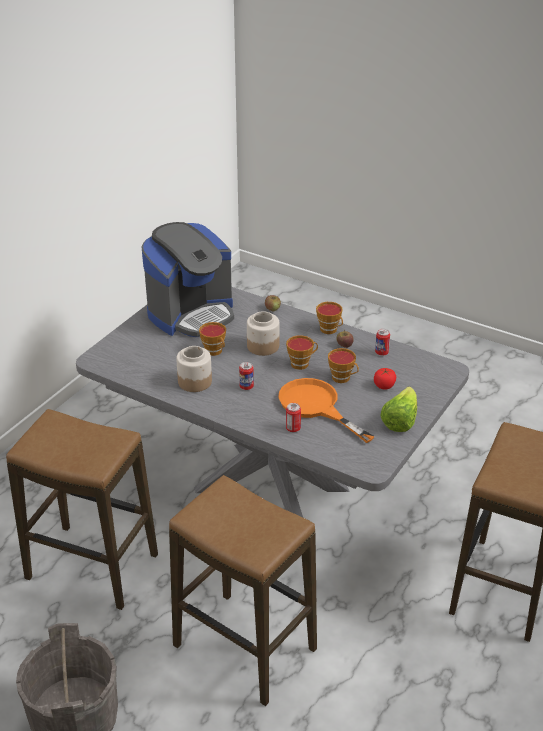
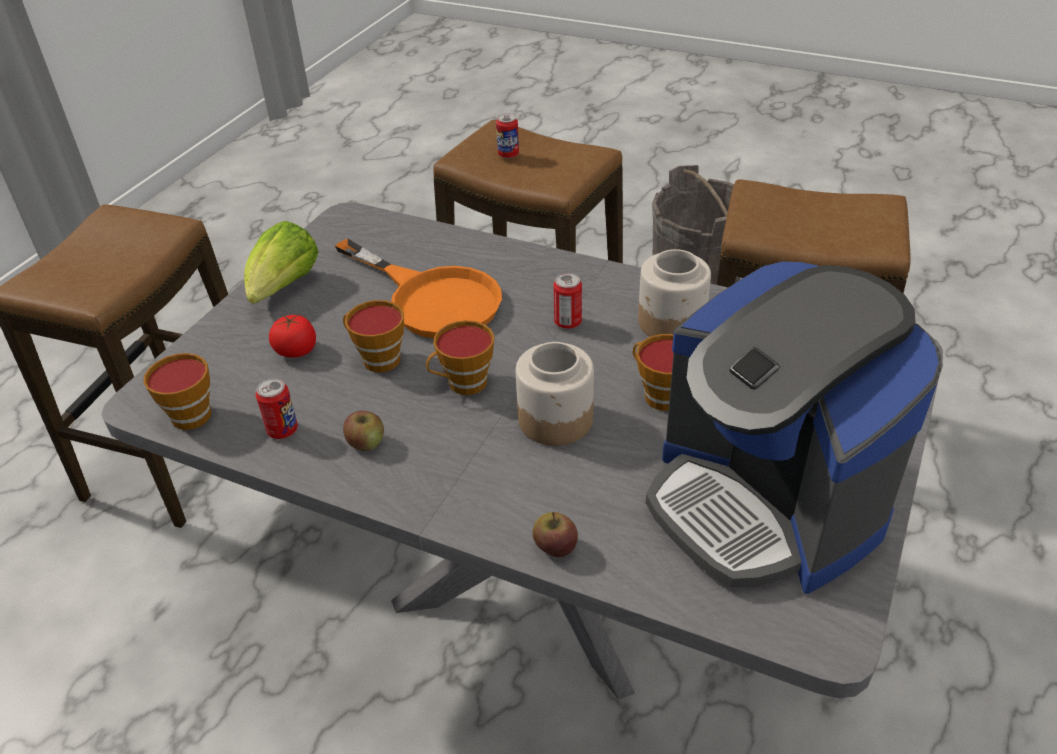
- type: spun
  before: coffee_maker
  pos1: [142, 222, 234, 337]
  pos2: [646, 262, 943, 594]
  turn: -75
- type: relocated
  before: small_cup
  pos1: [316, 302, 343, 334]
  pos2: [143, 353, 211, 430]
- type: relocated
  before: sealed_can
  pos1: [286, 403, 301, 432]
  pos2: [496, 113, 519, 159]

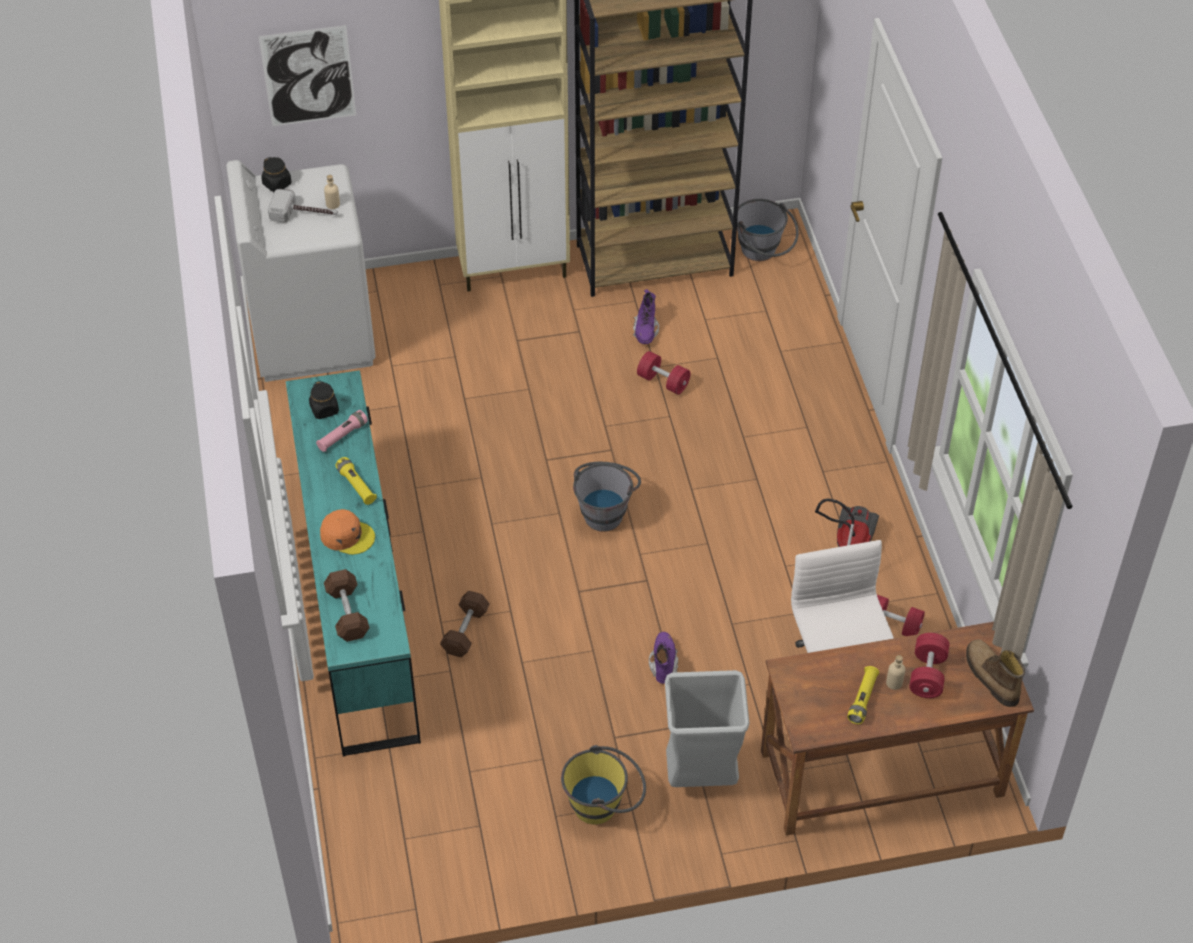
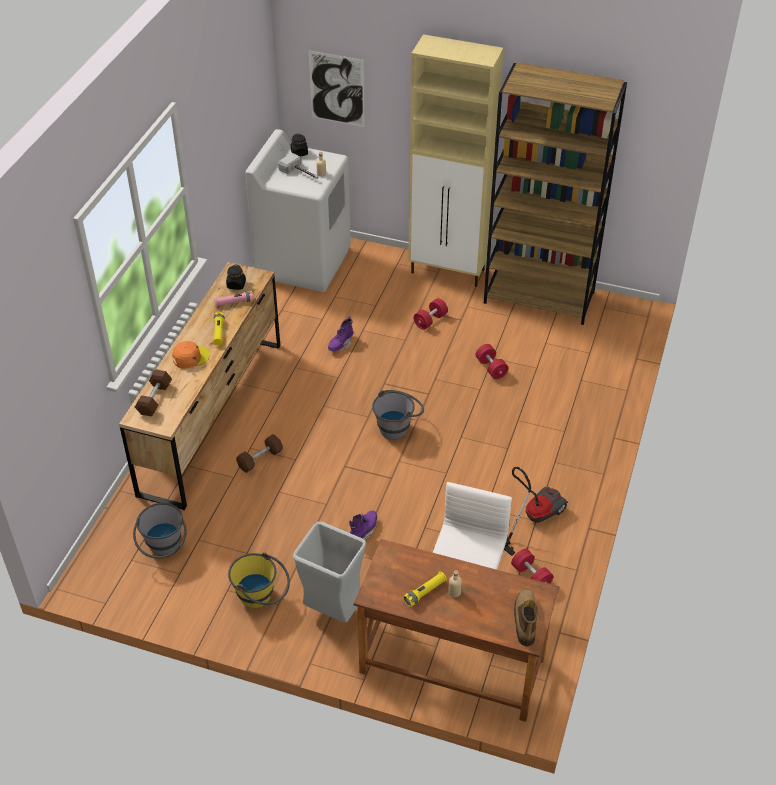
- type: relocated
  before: greyish_pail
  pos1: [737, 199, 799, 261]
  pos2: [133, 503, 187, 559]
- type: relocated
  before: purple-coloured_tall_boot
  pos1: [633, 289, 659, 344]
  pos2: [328, 316, 353, 351]
- type: colour
  before: turquoise_chest_of_drawers
  after: brown-coloured_chest_of_drawers
  pos1: [286, 370, 421, 756]
  pos2: [119, 262, 280, 510]
- type: spun
  before: orangey_baseball_cap
  pos1: [320, 509, 375, 555]
  pos2: [172, 341, 210, 369]
  turn: -75
- type: relocated
  before: reddish_dumbbell
  pos1: [909, 633, 949, 698]
  pos2: [413, 298, 448, 330]

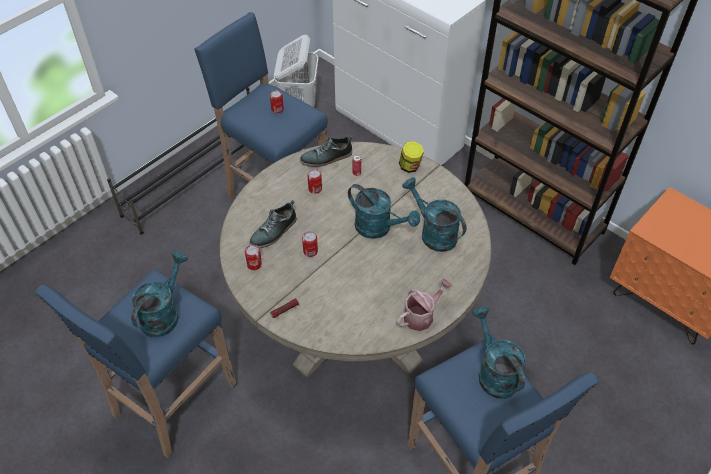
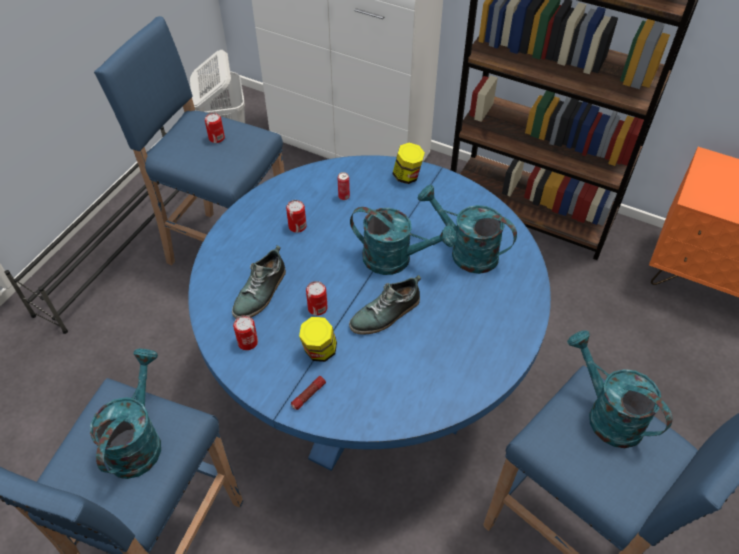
- type: relocated
  before: item_of_footwear
  pos1: [300, 135, 353, 167]
  pos2: [349, 275, 421, 335]
- type: colour
  before: beige_dining_table
  after: bluish_dining_table
  pos1: [220, 142, 491, 379]
  pos2: [188, 155, 551, 471]
- type: missing
  before: sprinkling_can
  pos1: [397, 278, 452, 331]
- type: appeared
  after: preserve_jar
  pos2: [299, 317, 337, 362]

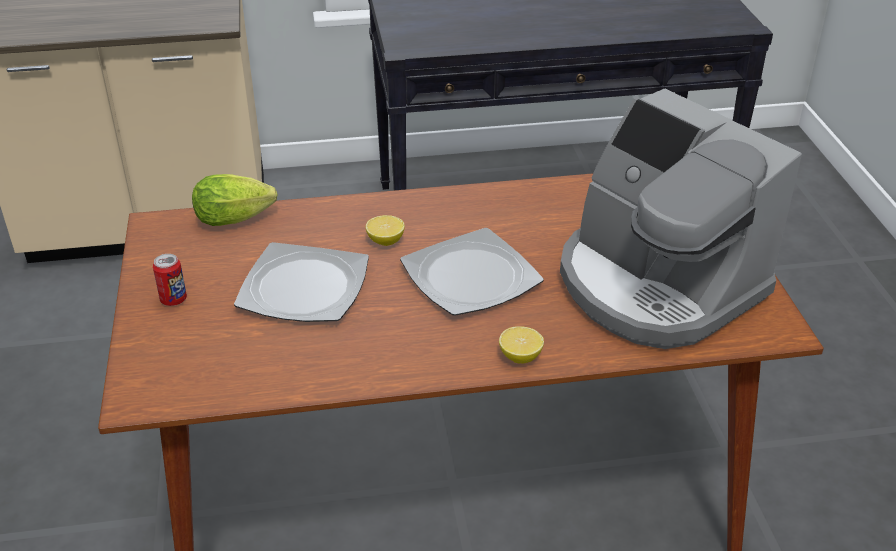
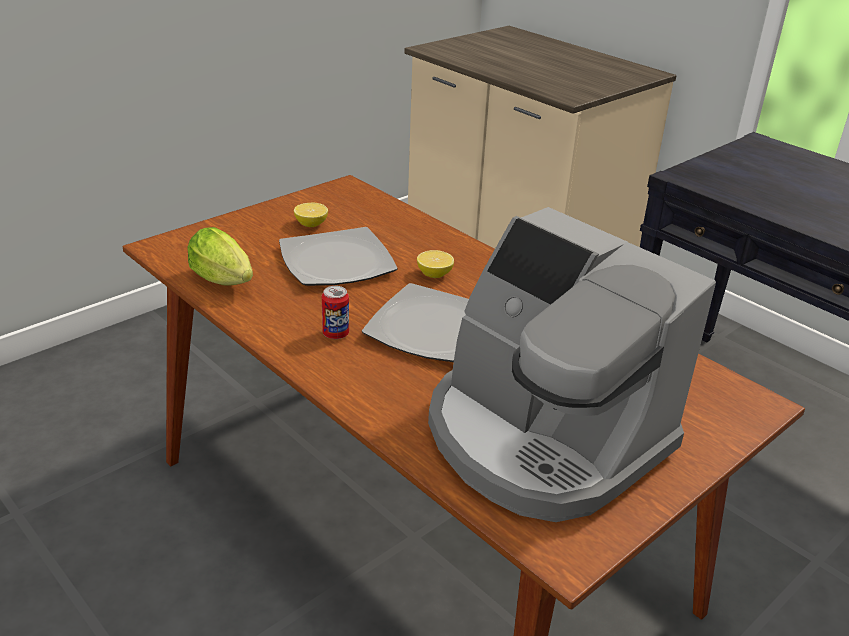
- type: spun
  before: coffee_maker
  pos1: [560, 89, 802, 349]
  pos2: [428, 207, 716, 522]
  turn: -60
- type: relocated
  before: lettuce_head
  pos1: [192, 174, 278, 226]
  pos2: [187, 227, 253, 286]
- type: relocated
  before: sealed_can
  pos1: [153, 254, 187, 306]
  pos2: [322, 286, 349, 339]
- type: relocated
  before: whole_lemon
  pos1: [499, 326, 544, 363]
  pos2: [294, 203, 328, 227]

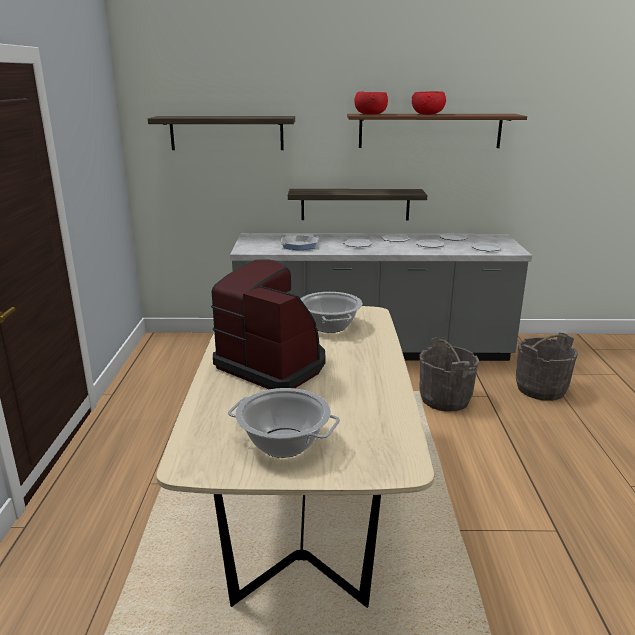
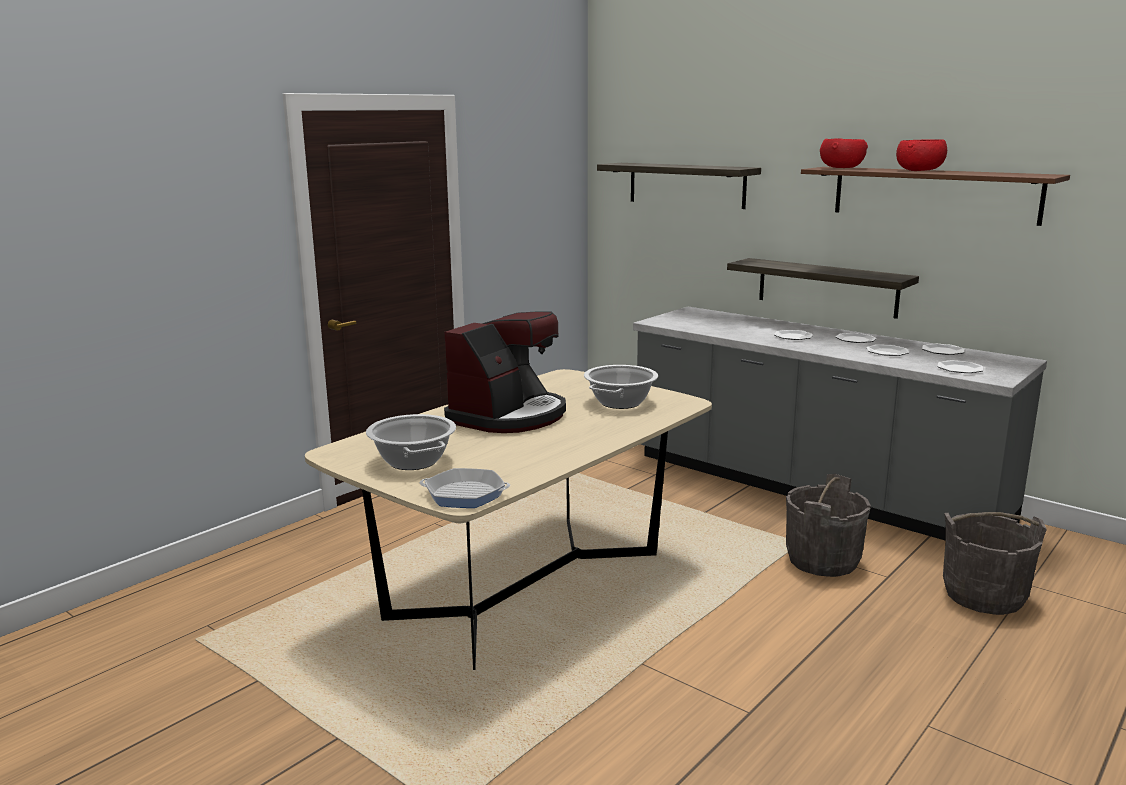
- type: relocated
  before: skillet
  pos1: [279, 235, 319, 251]
  pos2: [420, 468, 510, 508]
- type: spun
  before: coffee_maker
  pos1: [211, 259, 325, 389]
  pos2: [444, 312, 566, 433]
  turn: 45

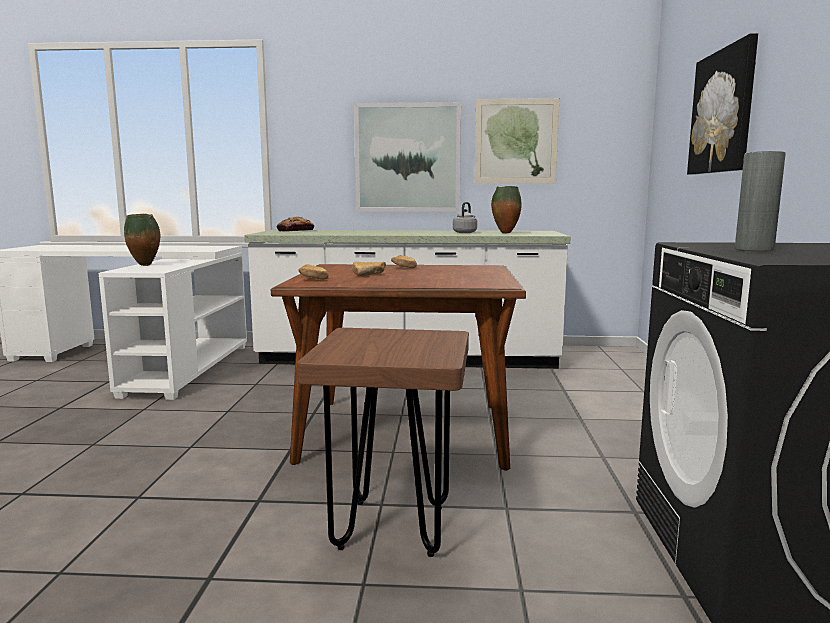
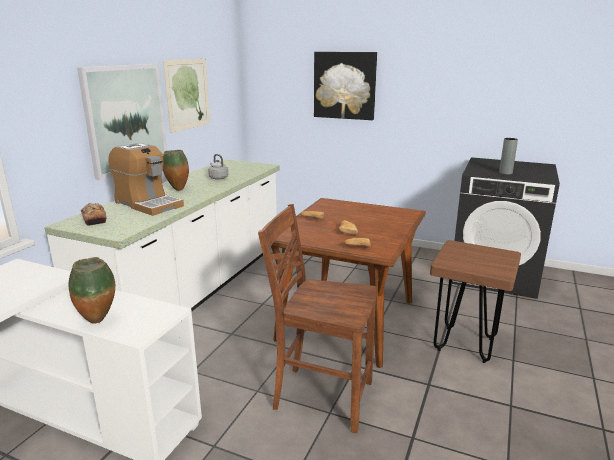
- type: relocated
  before: vase
  pos1: [491, 186, 521, 234]
  pos2: [163, 150, 189, 191]
- type: appeared
  after: coffee_maker
  pos2: [108, 143, 184, 216]
- type: appeared
  after: brown-coloured_upright_chair
  pos2: [258, 204, 377, 433]

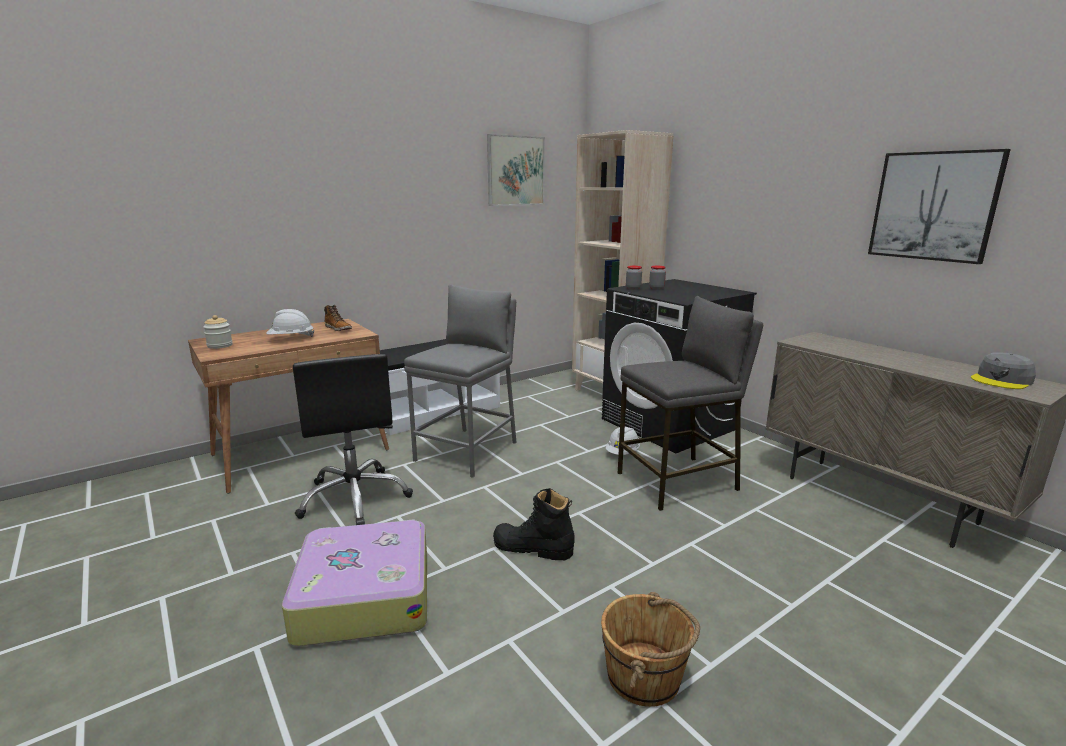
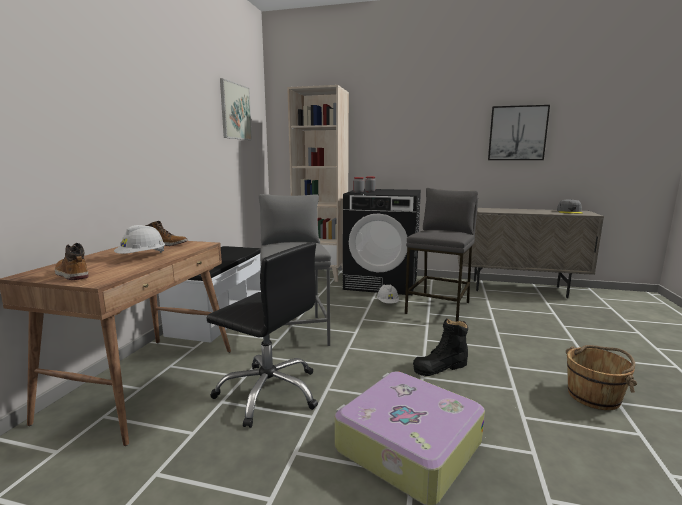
- type: exchanged
  before: preserve_jar
  after: tall_boot
  pos1: [203, 315, 233, 349]
  pos2: [55, 243, 89, 280]

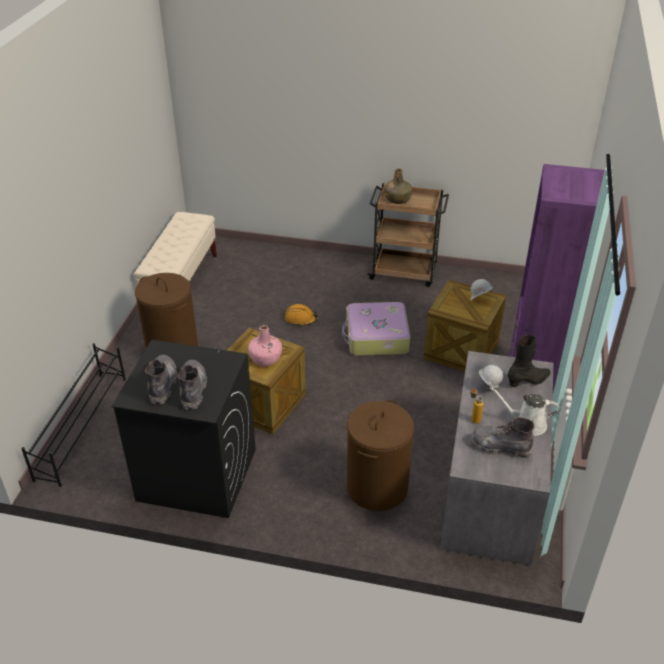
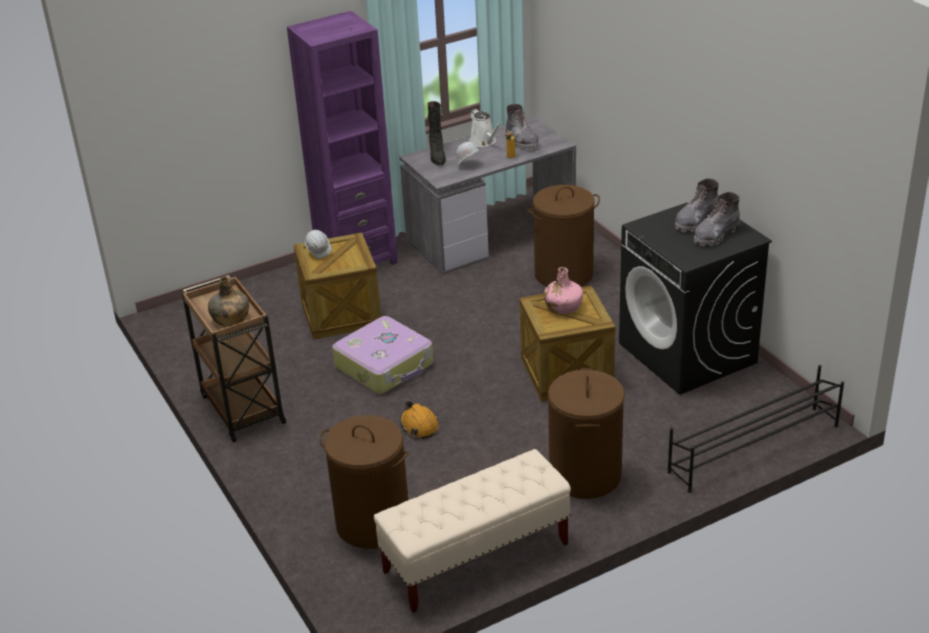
- type: spun
  before: black_tall_boot
  pos1: [508, 335, 550, 387]
  pos2: [428, 101, 446, 166]
  turn: -120
- type: appeared
  after: brown-coloured_laundry_basket
  pos2: [319, 415, 408, 549]

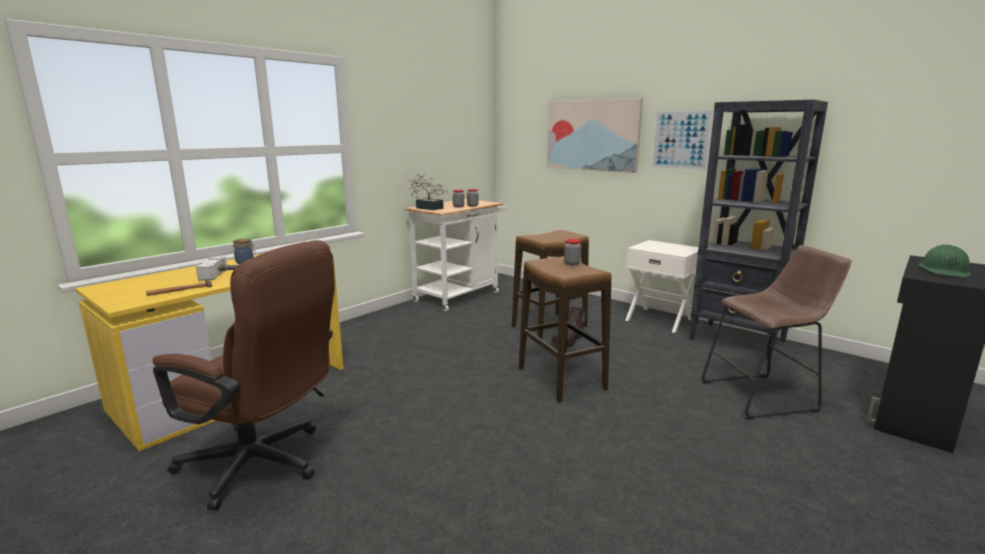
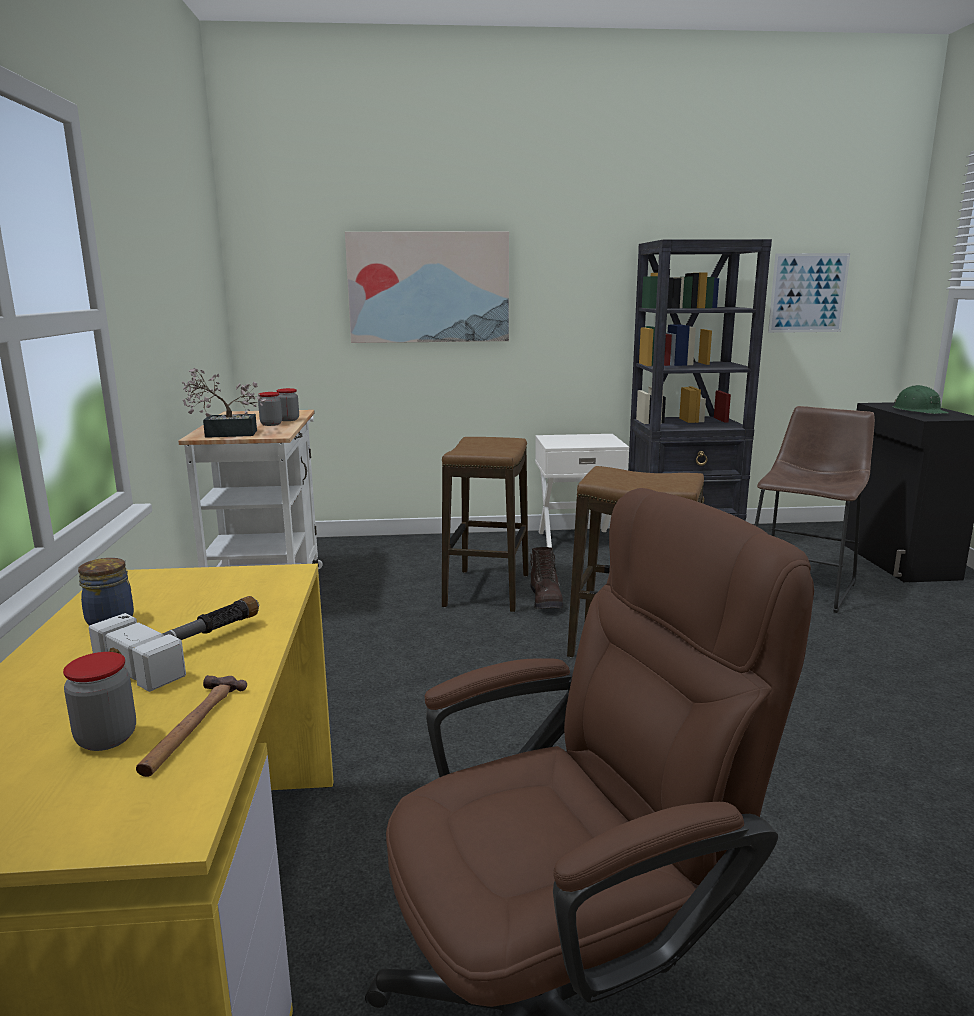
- type: relocated
  before: picture
  pos1: [651, 110, 714, 170]
  pos2: [768, 253, 850, 333]
- type: relocated
  before: preserve_jar
  pos1: [564, 239, 581, 266]
  pos2: [63, 652, 136, 751]

